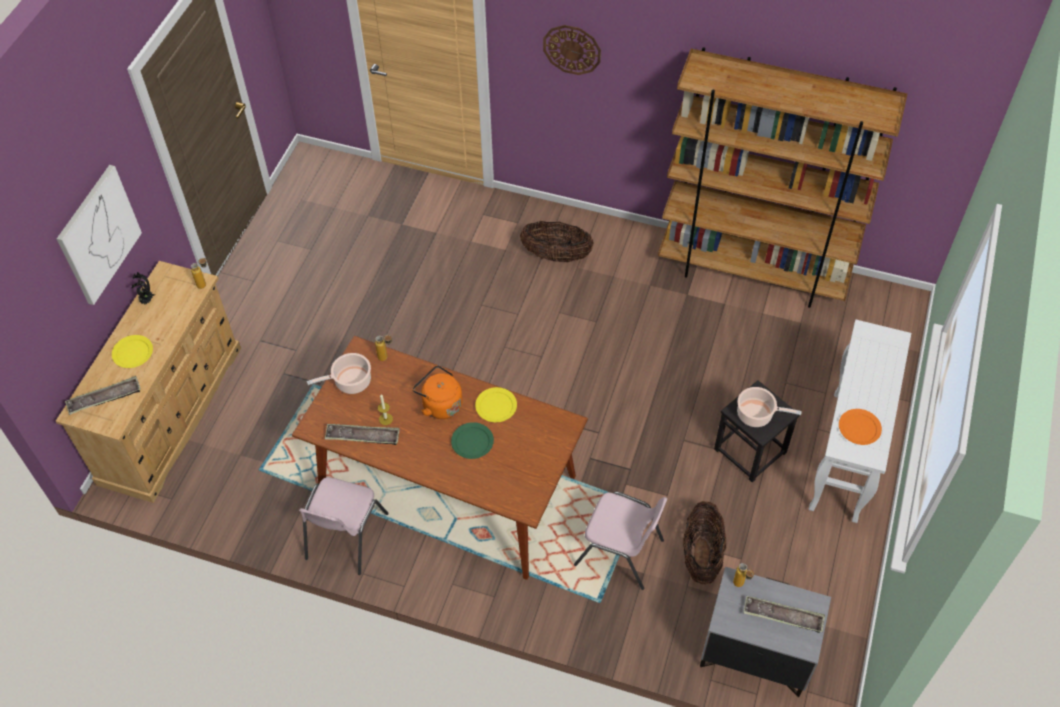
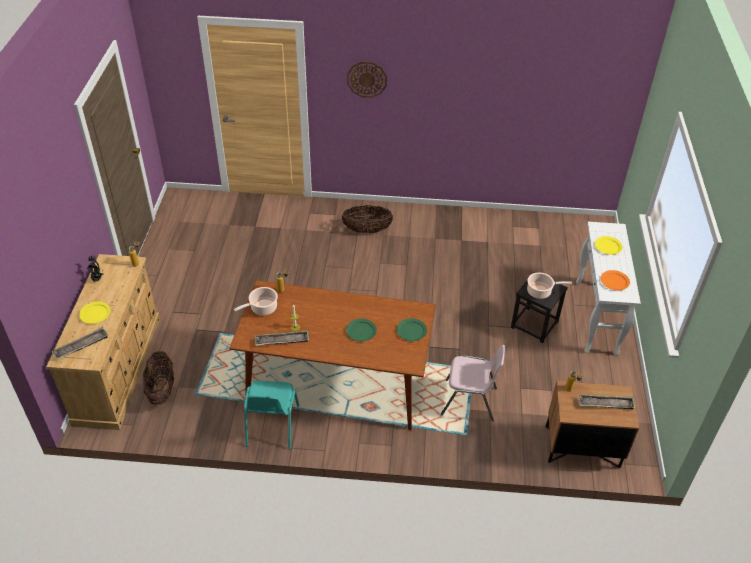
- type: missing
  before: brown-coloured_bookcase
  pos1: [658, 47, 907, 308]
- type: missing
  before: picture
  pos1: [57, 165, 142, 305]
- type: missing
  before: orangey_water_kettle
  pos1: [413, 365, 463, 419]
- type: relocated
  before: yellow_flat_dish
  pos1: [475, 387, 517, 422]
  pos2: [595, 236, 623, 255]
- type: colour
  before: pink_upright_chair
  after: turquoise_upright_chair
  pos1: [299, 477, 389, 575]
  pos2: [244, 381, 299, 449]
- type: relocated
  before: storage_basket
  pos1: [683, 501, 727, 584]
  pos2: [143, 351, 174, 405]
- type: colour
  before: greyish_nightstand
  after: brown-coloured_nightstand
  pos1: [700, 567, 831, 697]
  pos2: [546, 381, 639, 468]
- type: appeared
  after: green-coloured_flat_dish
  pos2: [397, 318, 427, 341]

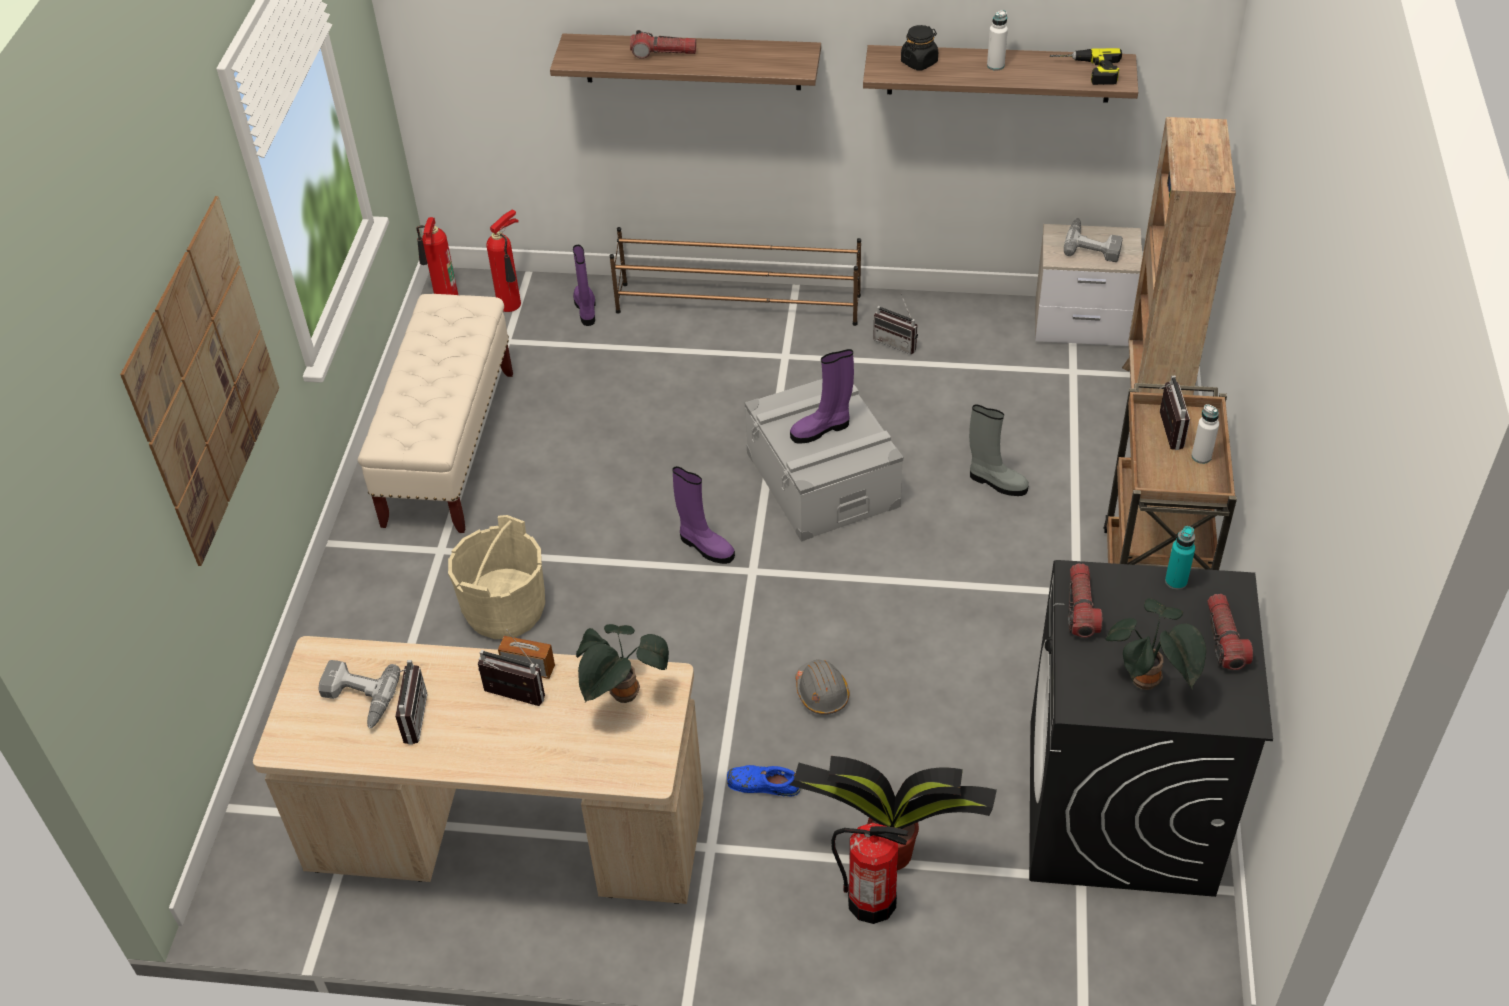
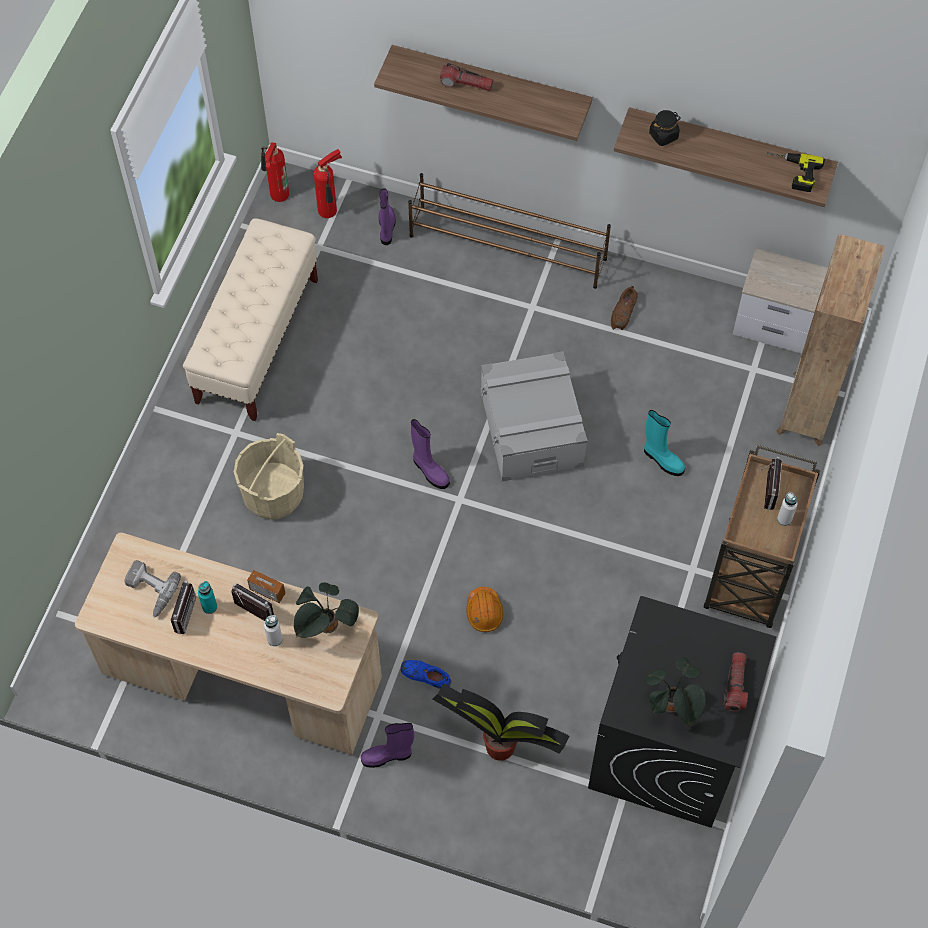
- type: relocated
  before: white-coloured_bottle
  pos1: [987, 10, 1008, 71]
  pos2: [264, 615, 283, 646]
- type: missing
  before: picture
  pos1: [120, 196, 279, 566]
- type: missing
  before: drill
  pos1: [1064, 218, 1123, 262]
- type: exchanged
  before: radio
  after: brown-coloured_item_of_footwear
  pos1: [873, 293, 918, 354]
  pos2: [611, 286, 638, 330]
- type: relocated
  before: purple-coloured_tall_boot
  pos1: [790, 349, 854, 444]
  pos2: [361, 723, 414, 768]
- type: colour
  before: greyish_tall_boot
  after: turquoise_tall_boot
  pos1: [969, 404, 1029, 496]
  pos2: [644, 410, 685, 476]
- type: relocated
  before: turquoise_bottle
  pos1: [1165, 526, 1195, 590]
  pos2: [198, 581, 217, 614]
- type: missing
  before: hand_torch
  pos1: [1068, 564, 1102, 638]
- type: colour
  before: greyish_work_helmet
  after: orangey_work_helmet
  pos1: [795, 660, 850, 715]
  pos2: [466, 587, 503, 632]
- type: missing
  before: extinguisher
  pos1: [831, 823, 908, 924]

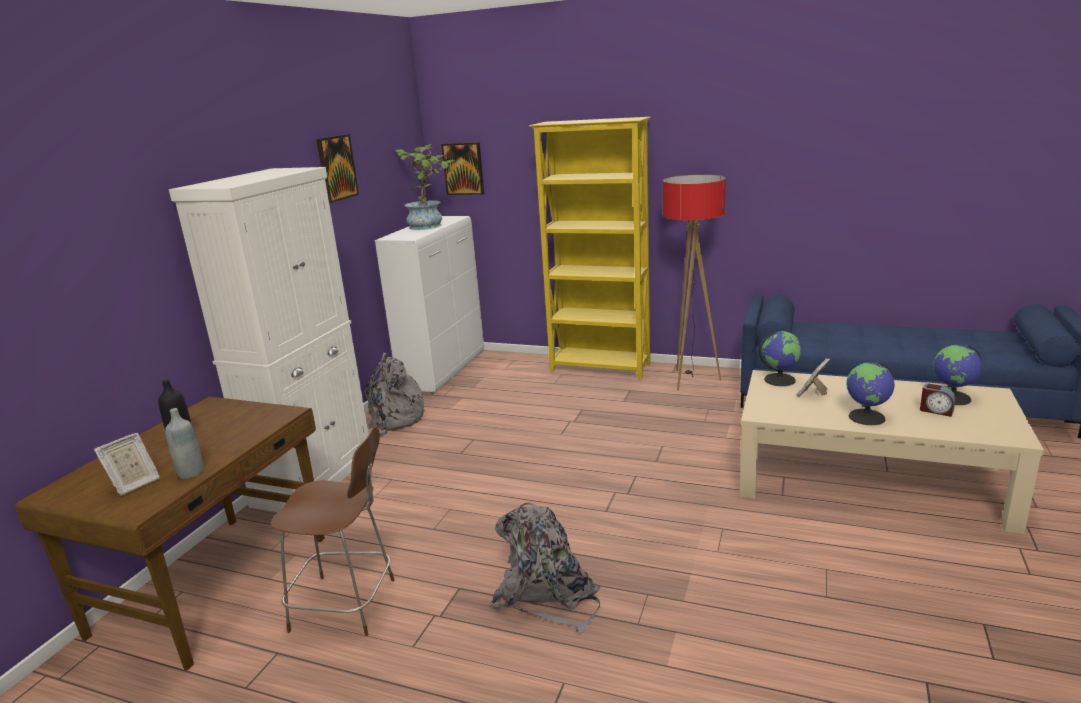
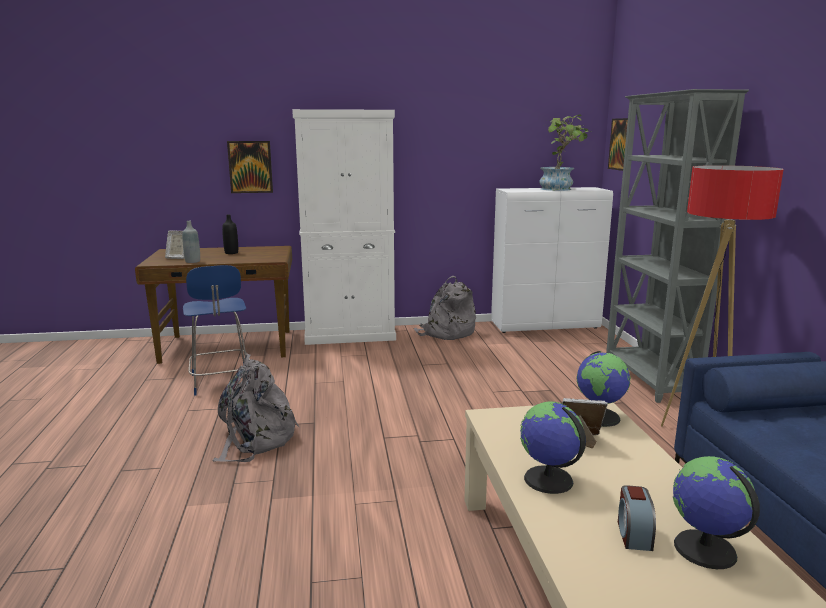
- type: colour
  before: yellow_bookcase
  after: greyish_bookcase
  pos1: [529, 117, 651, 379]
  pos2: [606, 89, 749, 403]
- type: relocated
  before: picture
  pos1: [316, 134, 359, 203]
  pos2: [227, 141, 273, 193]
- type: colour
  before: brown-coloured_sitting_stool
  after: bluish_sitting_stool
  pos1: [271, 427, 394, 636]
  pos2: [183, 265, 250, 395]

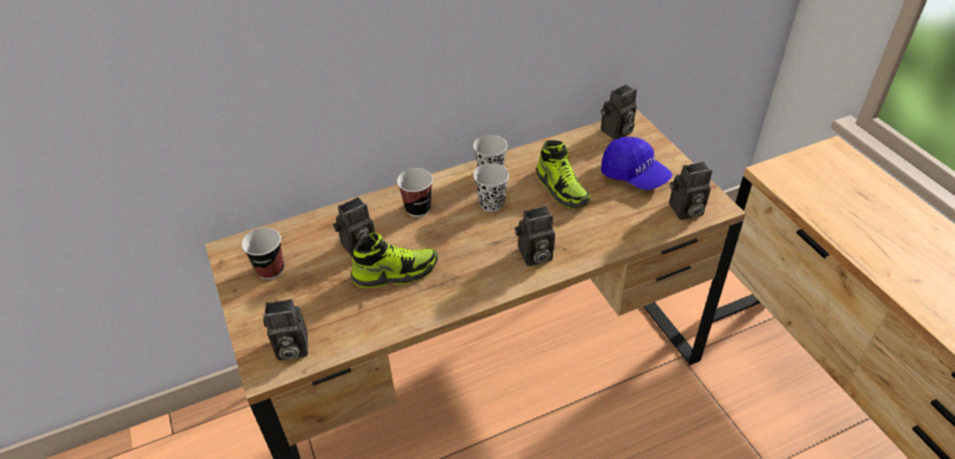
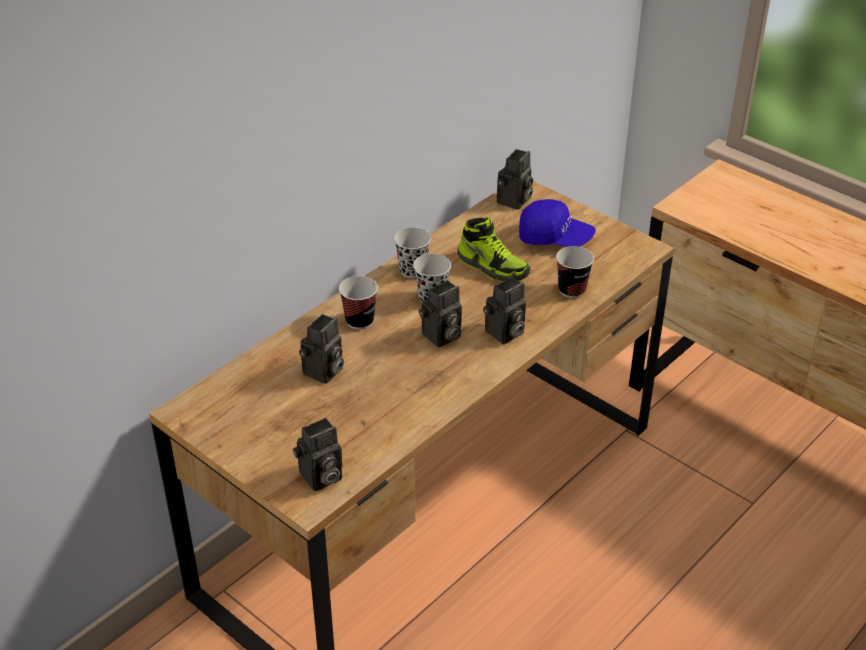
- type: relocated
  before: still_camera
  pos1: [669, 162, 712, 220]
  pos2: [419, 280, 462, 347]
- type: relocated
  before: small_cup
  pos1: [242, 228, 284, 280]
  pos2: [556, 246, 594, 298]
- type: missing
  before: item_of_footwear
  pos1: [351, 233, 438, 288]

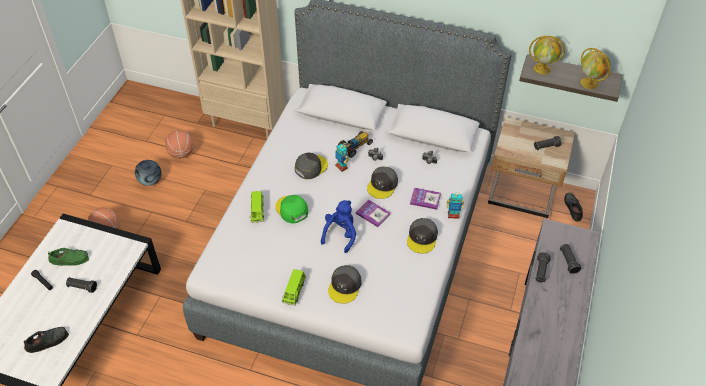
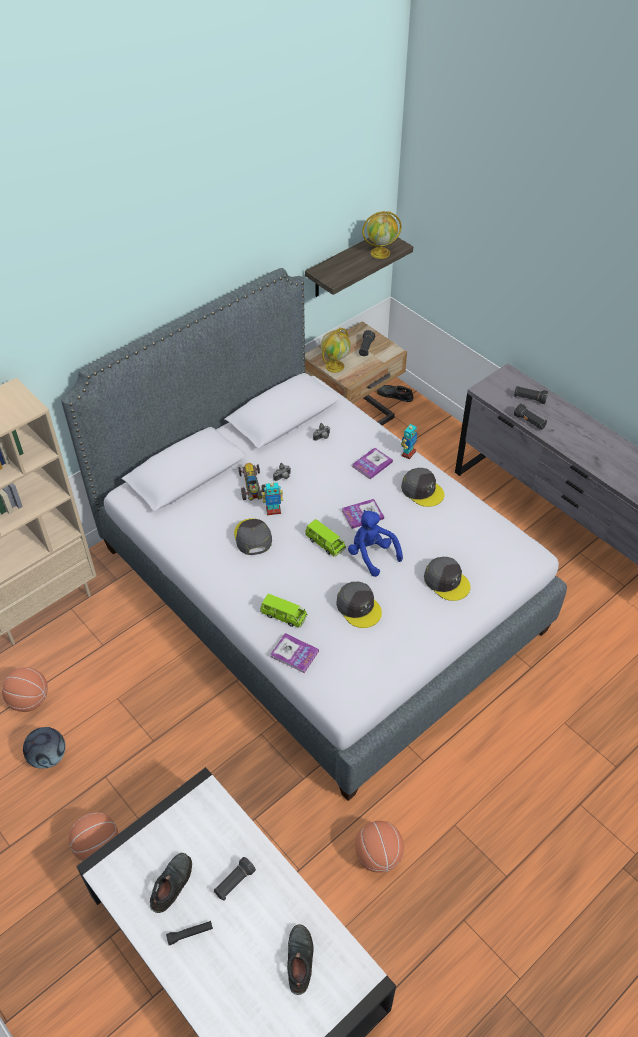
- type: relocated
  before: world_globe
  pos1: [529, 36, 565, 74]
  pos2: [321, 328, 350, 373]
- type: relocated
  before: greyish_baseball_cap
  pos1: [367, 167, 398, 199]
  pos2: [336, 582, 382, 628]
- type: missing
  before: green-coloured_baseball_cap
  pos1: [276, 195, 308, 224]
- type: colour
  before: green-coloured_item_of_footwear
  after: black_item_of_footwear
  pos1: [48, 248, 89, 266]
  pos2: [150, 853, 192, 913]
- type: relocated
  before: green-coloured_toy_car
  pos1: [282, 269, 306, 305]
  pos2: [305, 519, 346, 557]
- type: appeared
  after: book
  pos2: [270, 633, 319, 673]
- type: appeared
  after: basketball
  pos2: [355, 821, 404, 873]

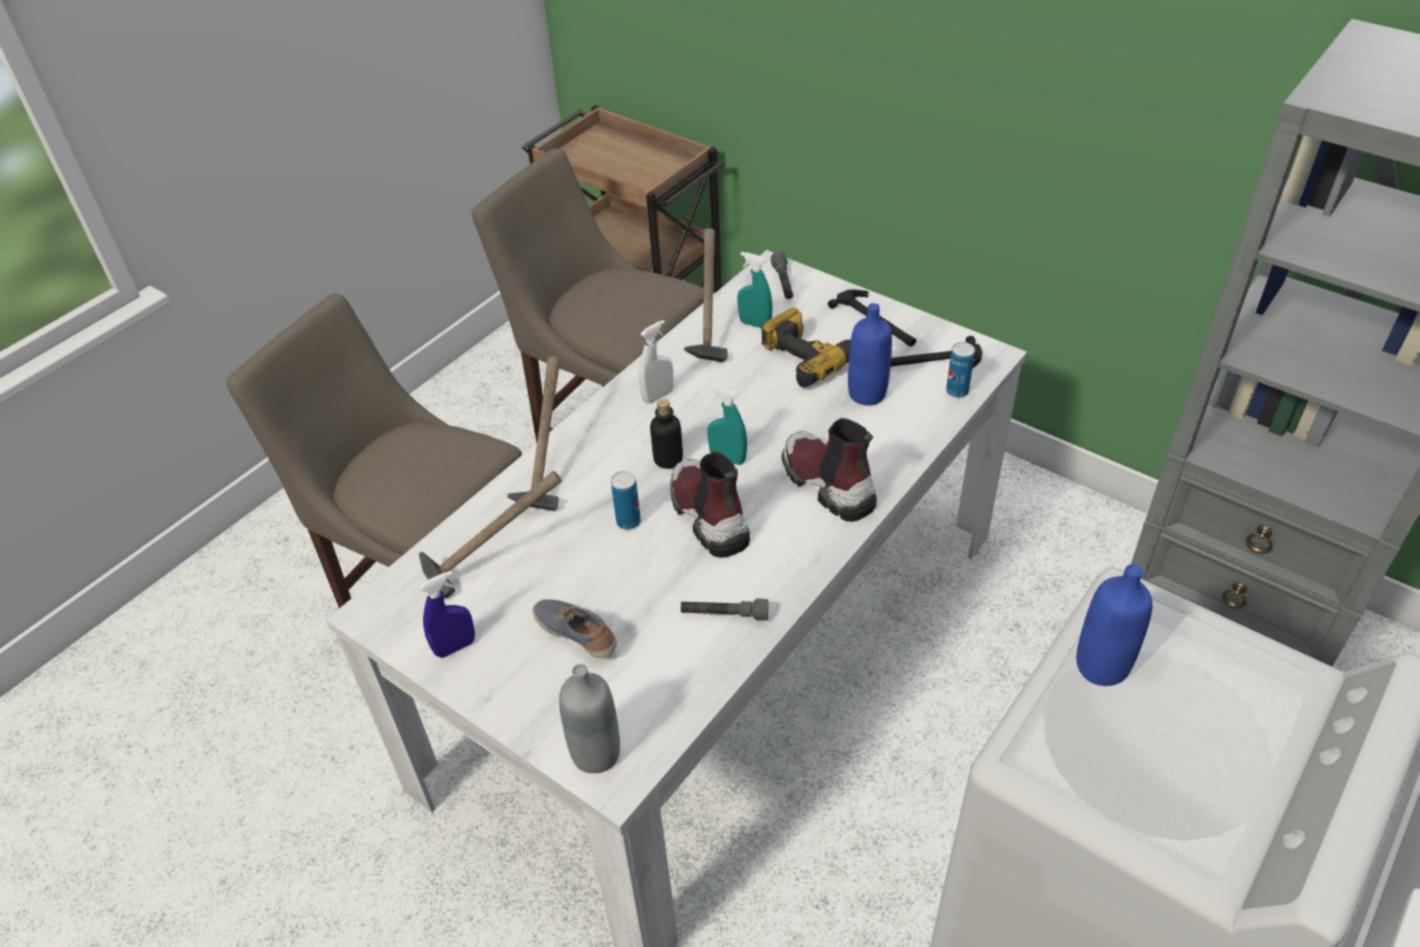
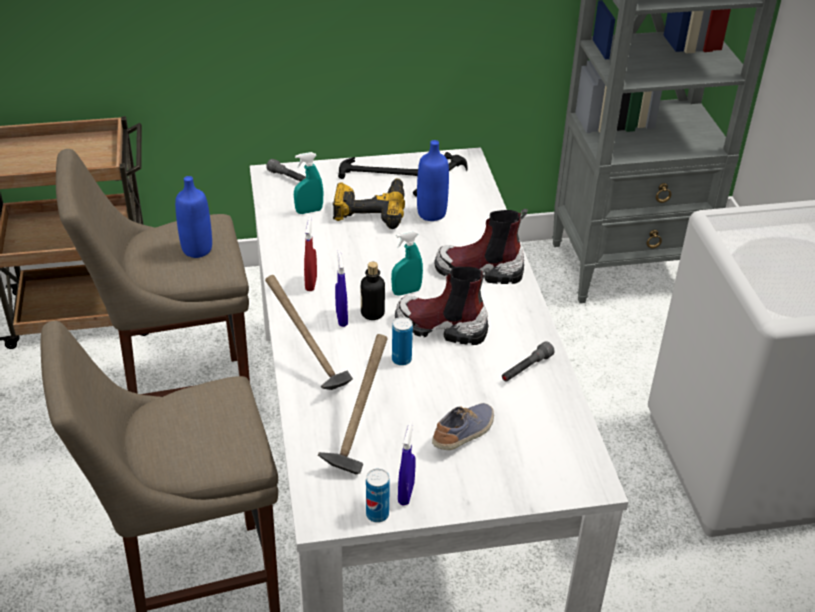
- type: missing
  before: hand_hammer
  pos1: [684, 228, 728, 362]
- type: colour
  before: white-coloured_spray_bottle
  after: reddish_spray_bottle
  pos1: [639, 320, 673, 404]
  pos2: [304, 217, 317, 291]
- type: relocated
  before: sealed_can
  pos1: [946, 342, 975, 398]
  pos2: [366, 469, 390, 523]
- type: relocated
  before: bluish_bottle
  pos1: [1076, 564, 1152, 686]
  pos2: [175, 176, 212, 258]
- type: spun
  before: item_of_footwear
  pos1: [532, 599, 617, 658]
  pos2: [432, 403, 494, 450]
  turn: 135
- type: missing
  before: greyish_bottle
  pos1: [559, 664, 620, 773]
- type: appeared
  after: bluish_spray_bottle
  pos2: [335, 250, 348, 327]

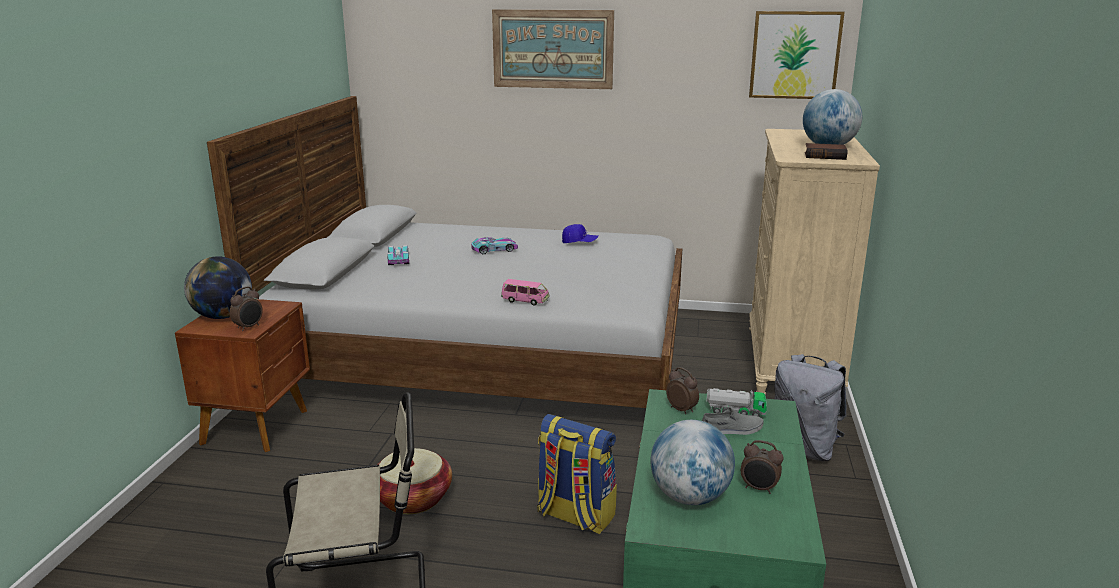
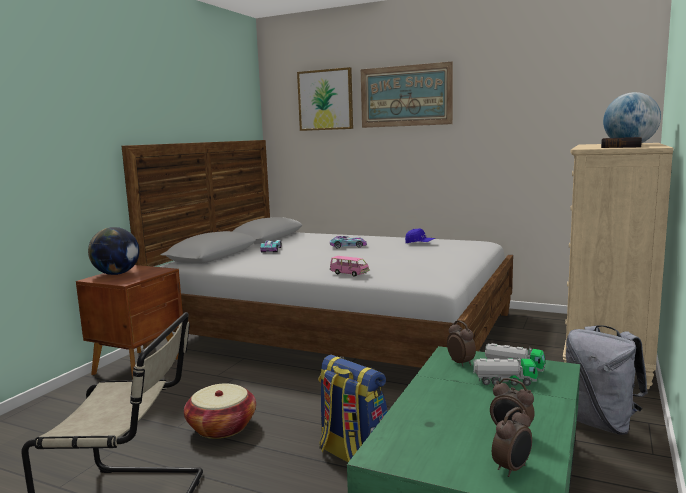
- type: relocated
  before: picture
  pos1: [749, 11, 845, 99]
  pos2: [297, 67, 353, 131]
- type: relocated
  before: bedside_clock
  pos1: [229, 287, 263, 331]
  pos2: [492, 407, 532, 477]
- type: exchanged
  before: greyish_item_of_footwear
  after: toy_truck
  pos1: [702, 408, 764, 435]
  pos2: [473, 357, 537, 386]
- type: missing
  before: world_globe
  pos1: [650, 420, 735, 505]

